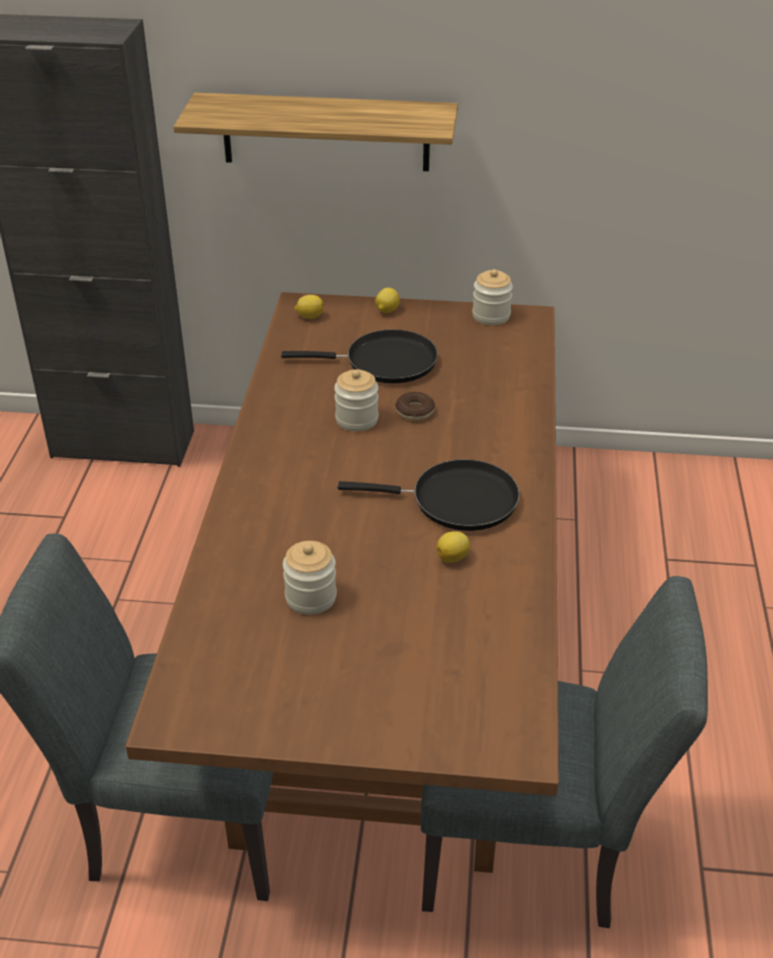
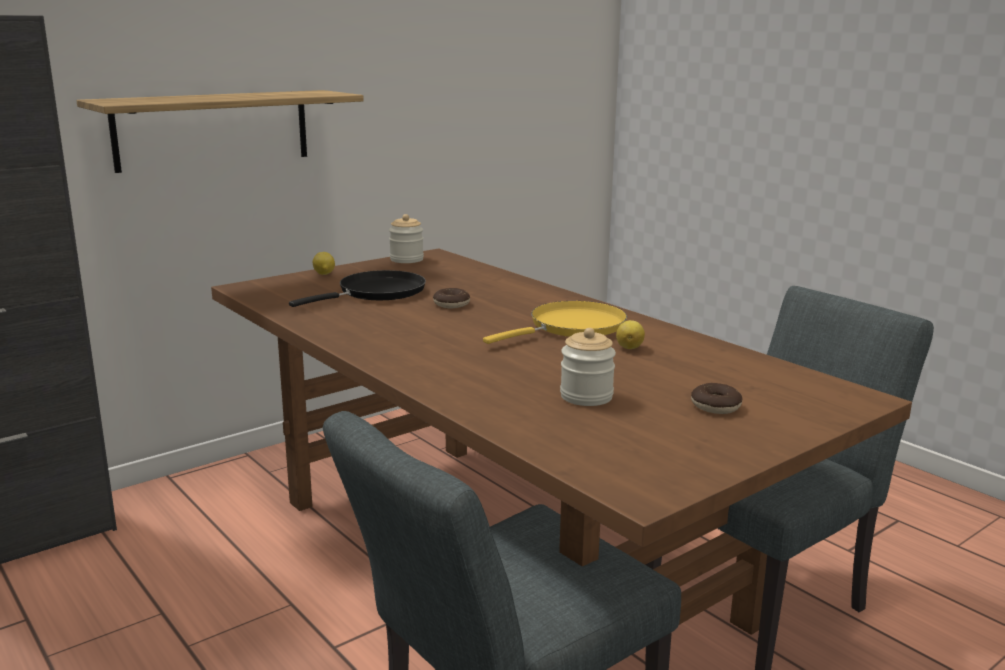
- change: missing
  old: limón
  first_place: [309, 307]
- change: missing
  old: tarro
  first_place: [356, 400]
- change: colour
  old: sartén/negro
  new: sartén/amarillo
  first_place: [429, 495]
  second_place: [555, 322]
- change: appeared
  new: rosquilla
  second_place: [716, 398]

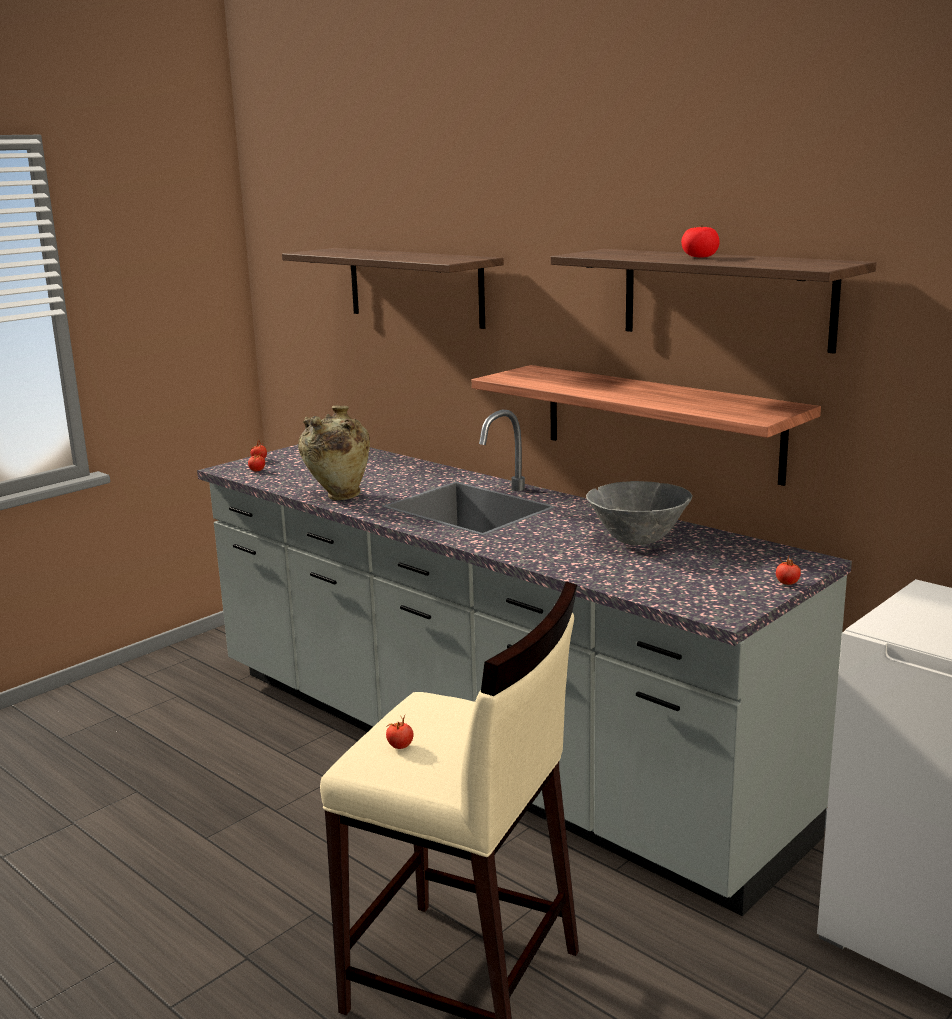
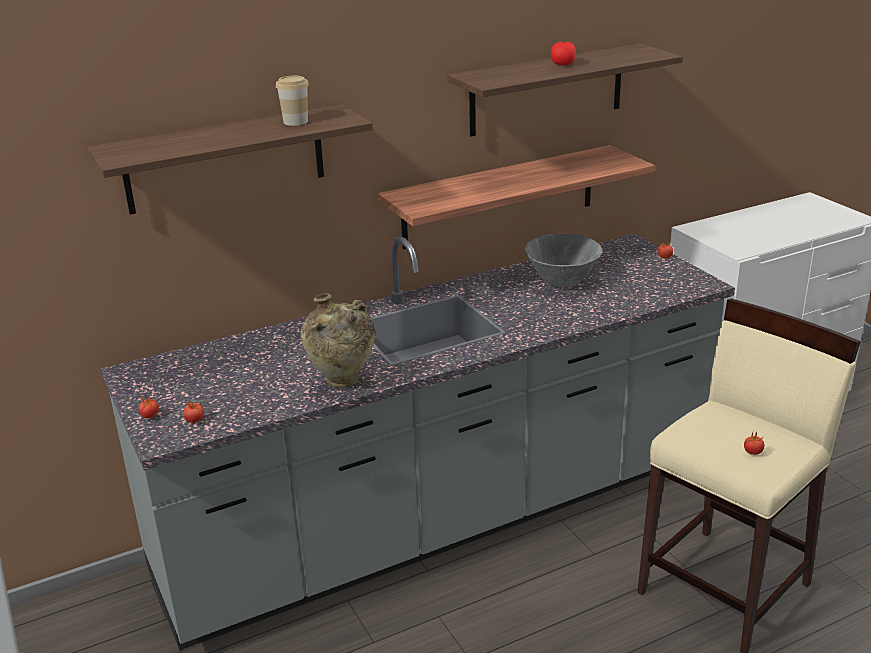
- change: appeared
  new: taza
  second_place: [292, 101]

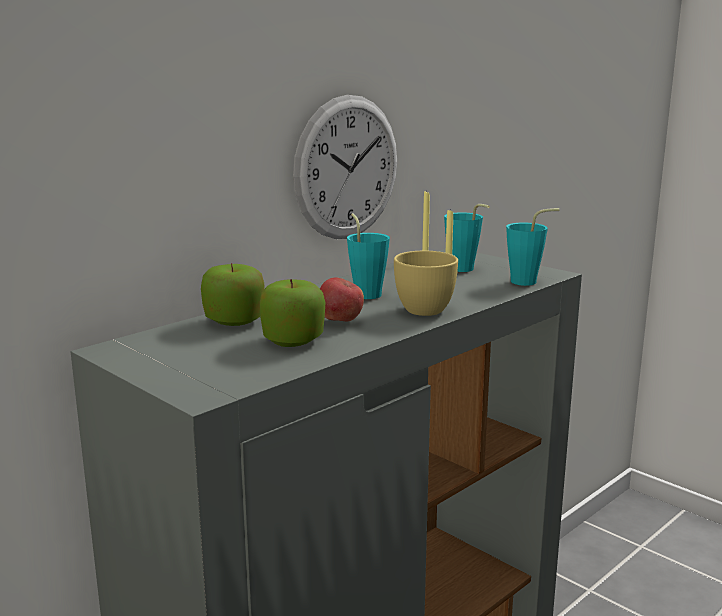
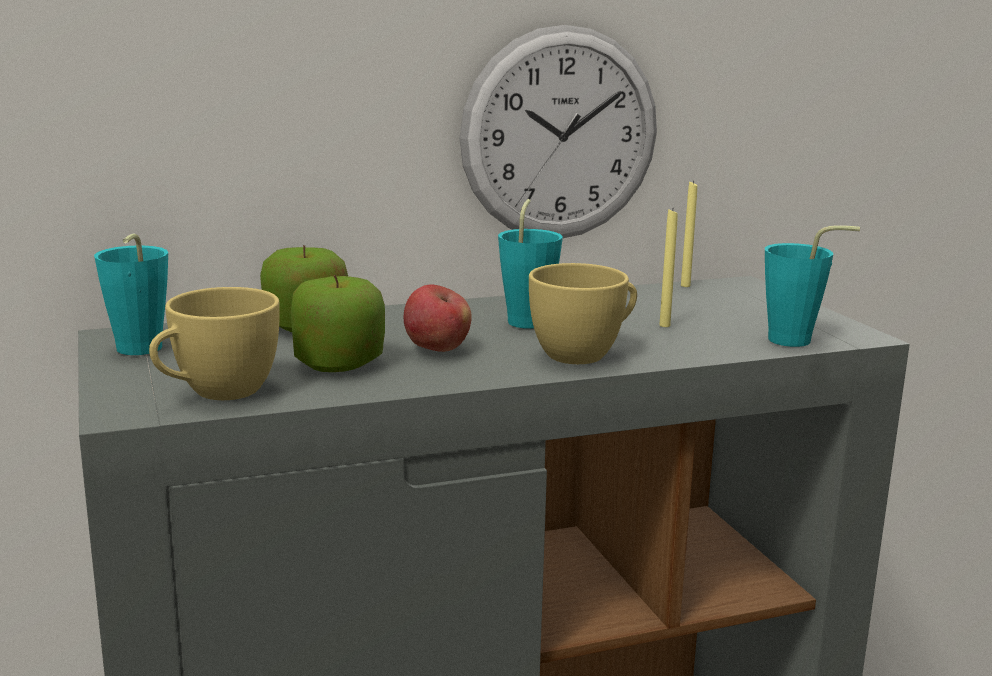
- change: relocated
  old: taza/turquesa
  first_place: [467, 238]
  second_place: [131, 294]
- change: appeared
  new: taza/amarillo
  second_place: [214, 343]

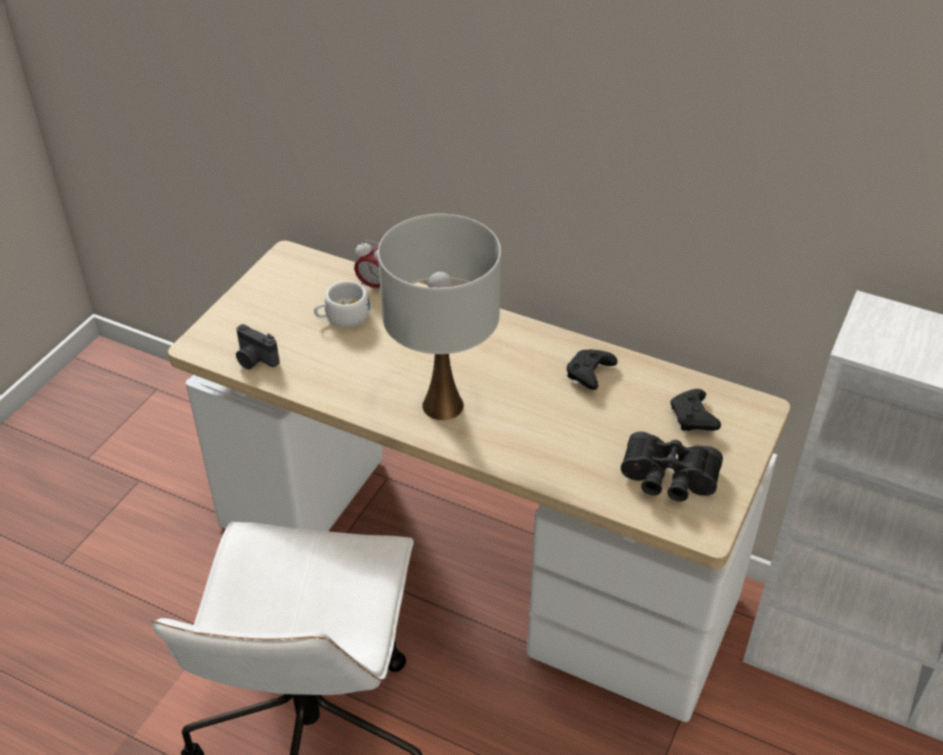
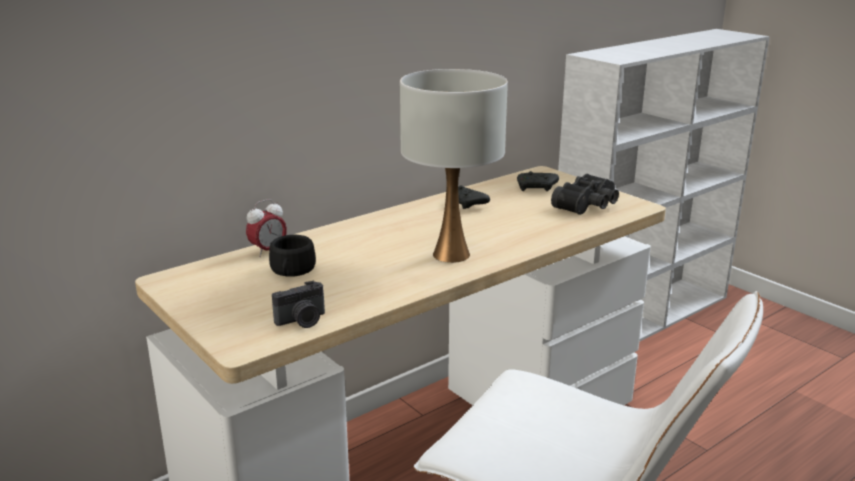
- change: colour
  old: taza/blanco
  new: taza/negro
  first_place: [342, 304]
  second_place: [292, 256]

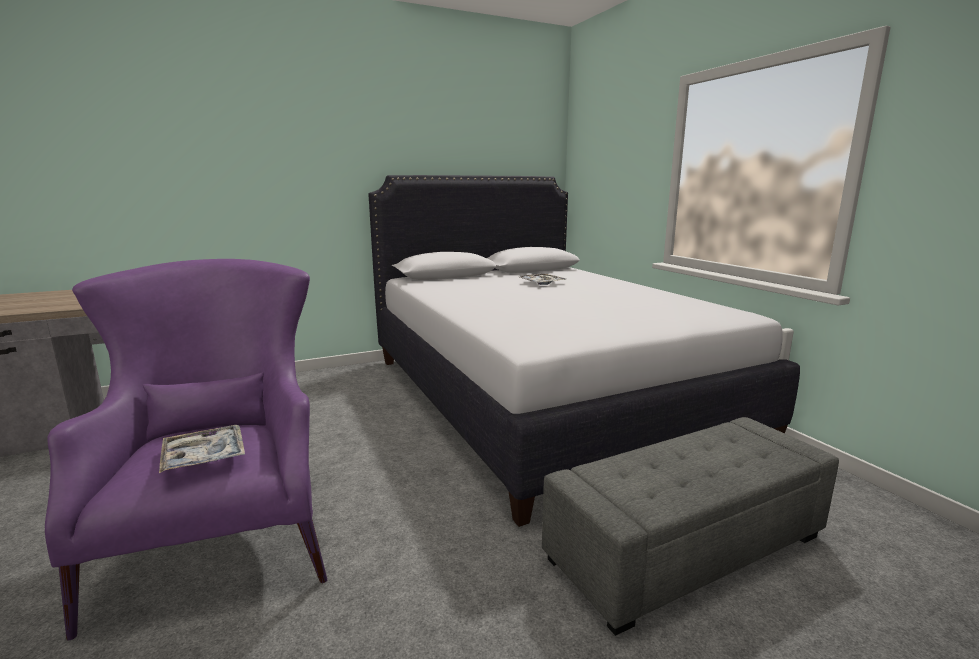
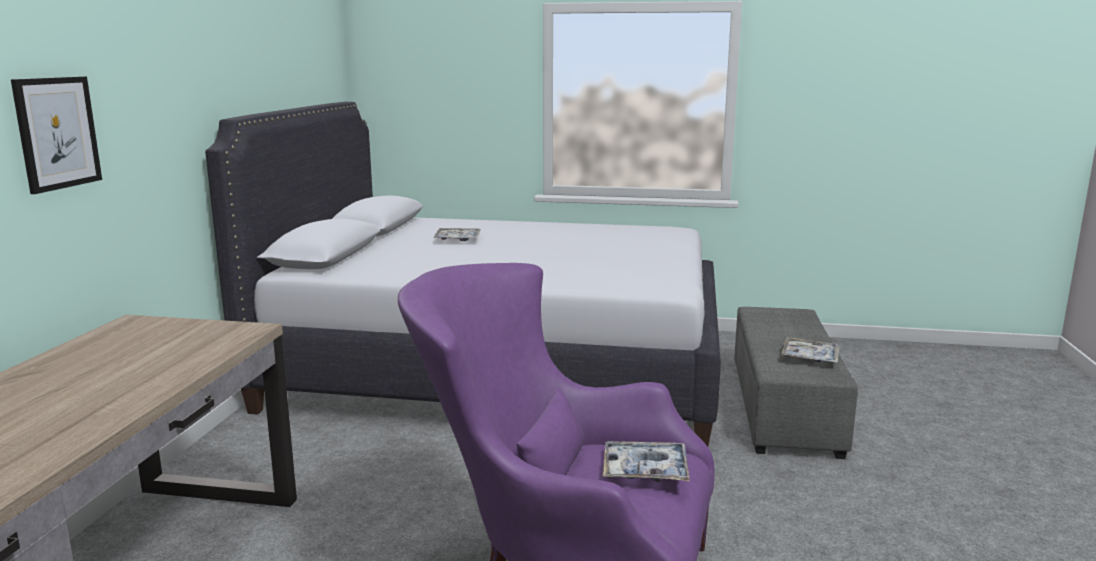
- change: appeared
  new: cuadro
  second_place: [56, 135]
- change: appeared
  new: bandeja
  second_place: [810, 350]

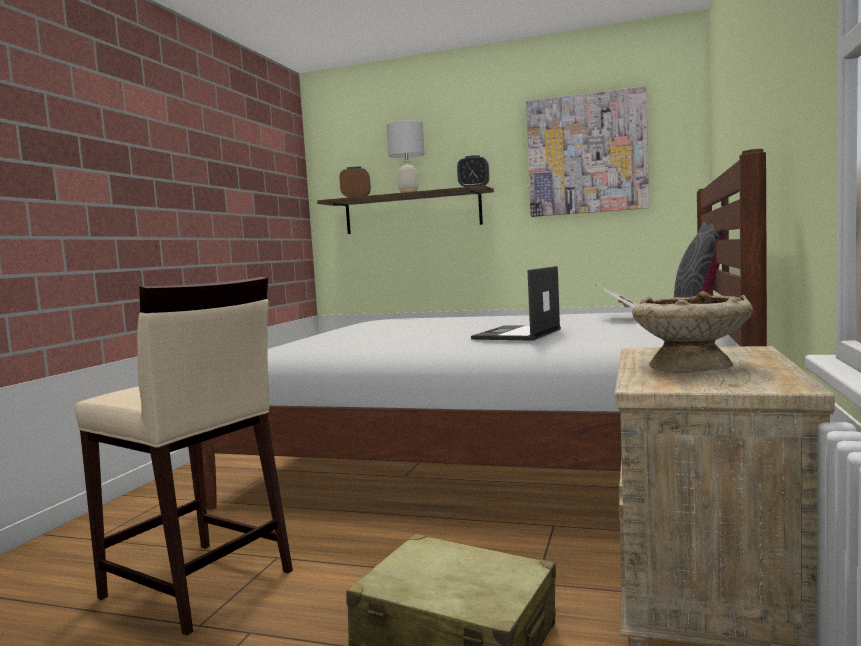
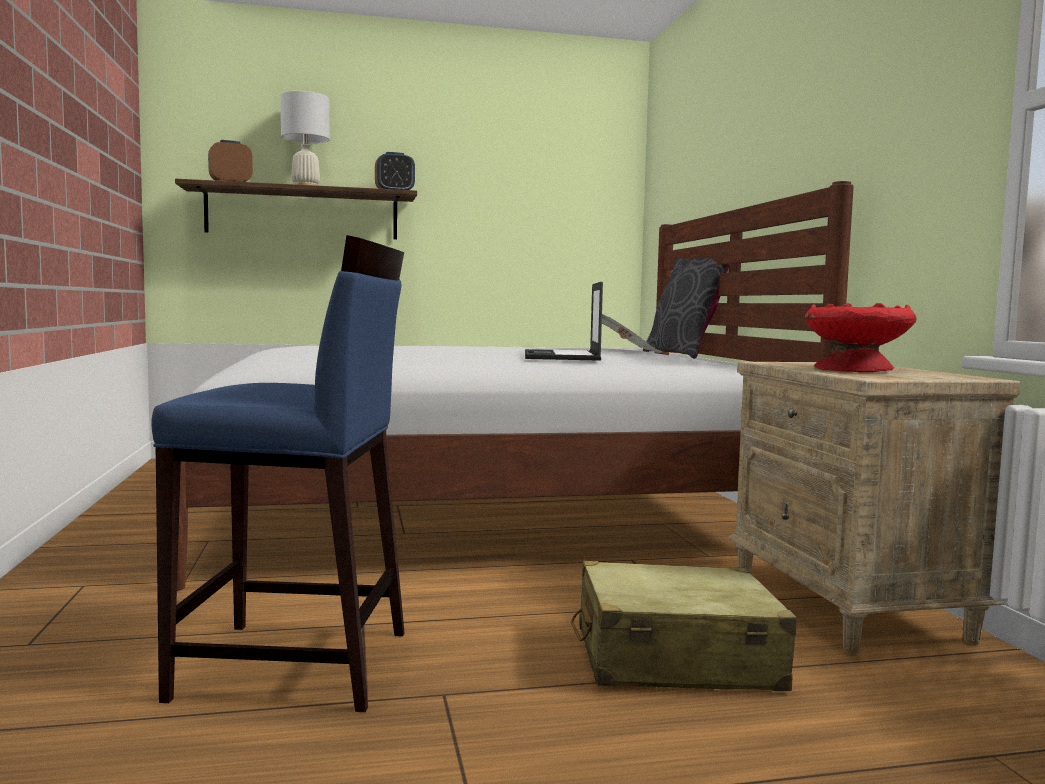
- change: missing
  old: cuadro
  first_place: [587, 151]
- change: colour
  old: taburete/beis
  new: taburete/azul
  first_place: [184, 456]
  second_place: [278, 473]
- change: colour
  old: cuenco/beis
  new: cuenco/rojo
  first_place: [692, 332]
  second_place: [861, 337]

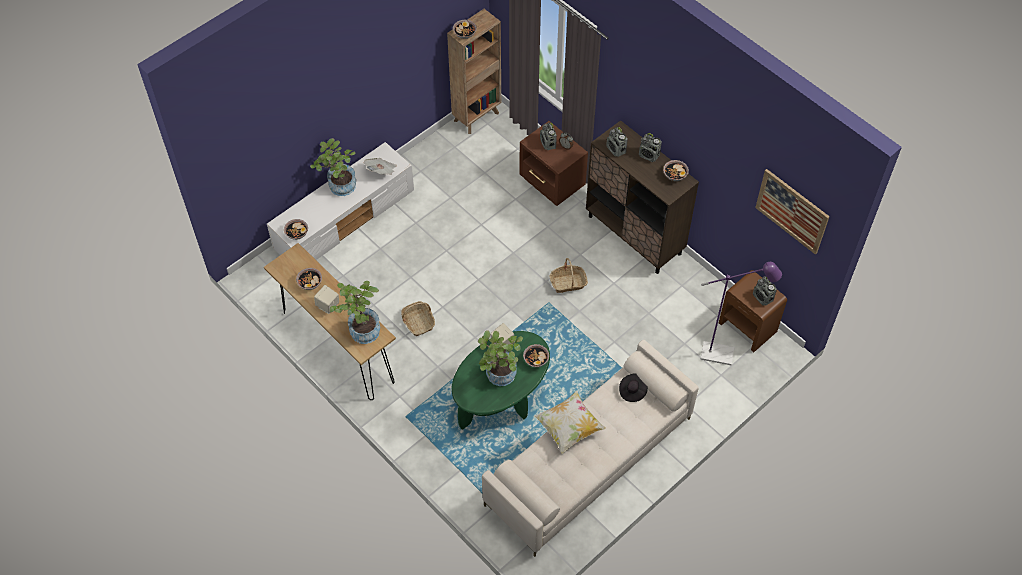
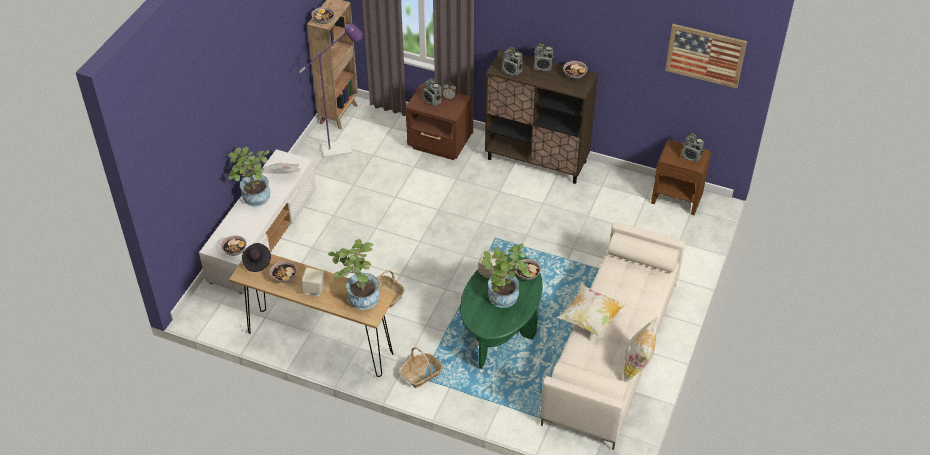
- change: relocated
  old: cesta
  first_place: [569, 275]
  second_place: [421, 367]
- change: relocated
  old: lámpara de pie/morado
  first_place: [741, 313]
  second_place: [331, 91]
- change: relocated
  old: sombrero/negro
  first_place: [633, 387]
  second_place: [256, 257]
- change: appeared
  new: cojín
  second_place: [640, 349]

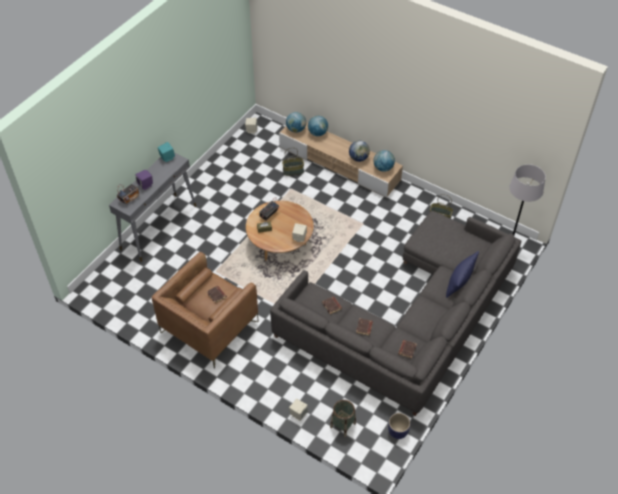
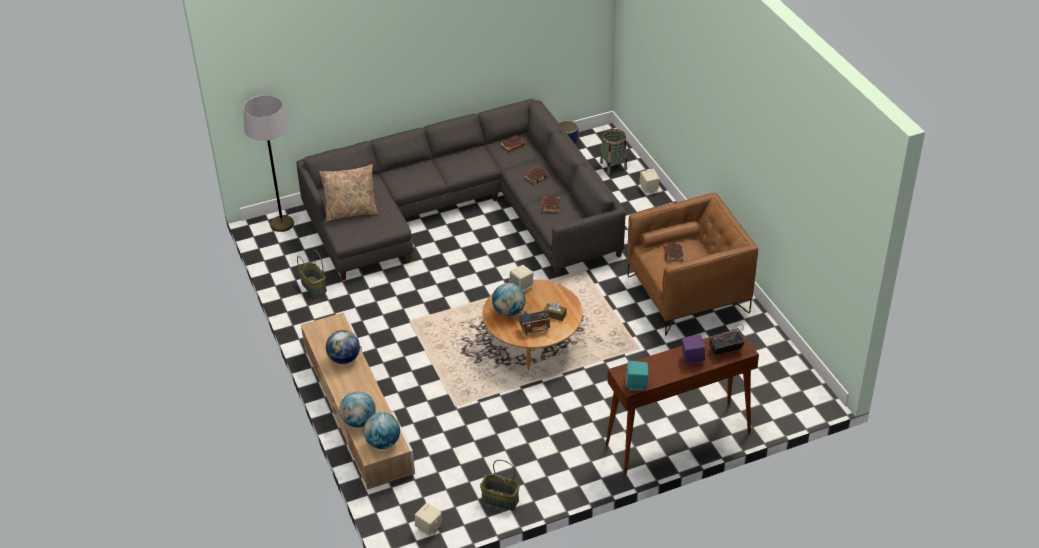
- change: relocated
  old: cesta
  first_place: [293, 162]
  second_place: [500, 485]
- change: relocated
  old: globo terráqueo
  first_place: [384, 161]
  second_place: [508, 299]
- change: colour
  old: mesa consola/gris
  new: mesa consola/marrón
  first_place: [152, 207]
  second_place: [682, 401]
- change: missing
  old: cojín/azul
  first_place: [462, 274]
- change: appeared
  new: cojín/beis
  second_place: [349, 193]

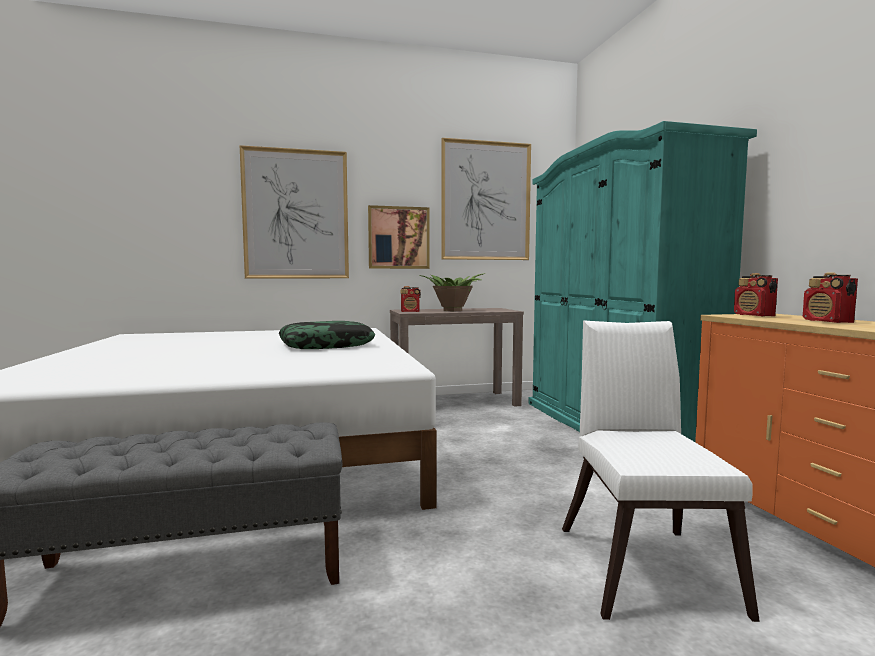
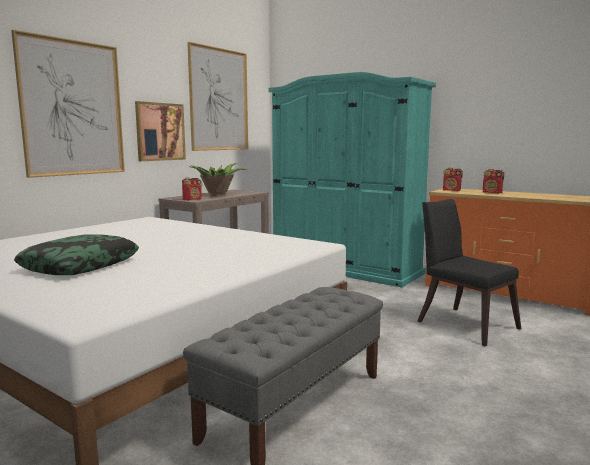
- change: colour
  old: silla/blanco
  new: silla/negro
  first_place: [661, 471]
  second_place: [469, 272]
- change: relocated
  old: cojín
  first_place: [327, 335]
  second_place: [76, 254]

